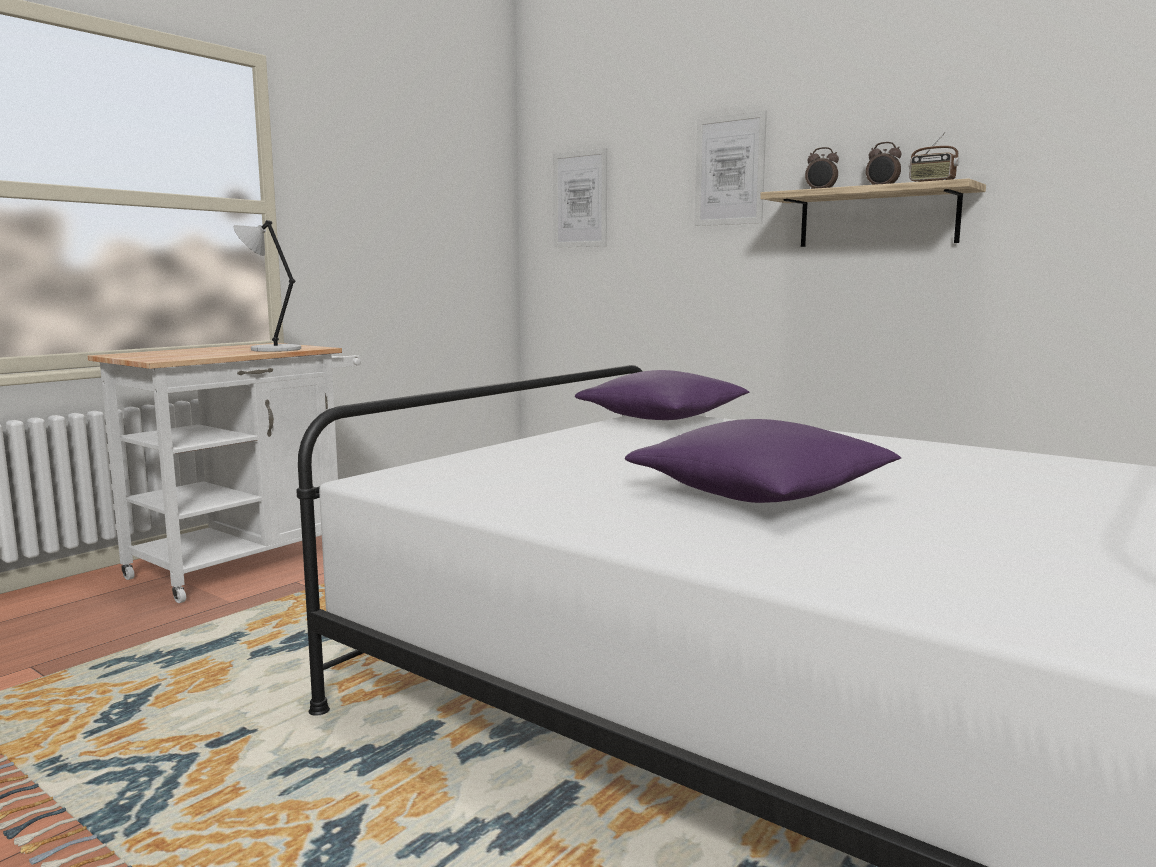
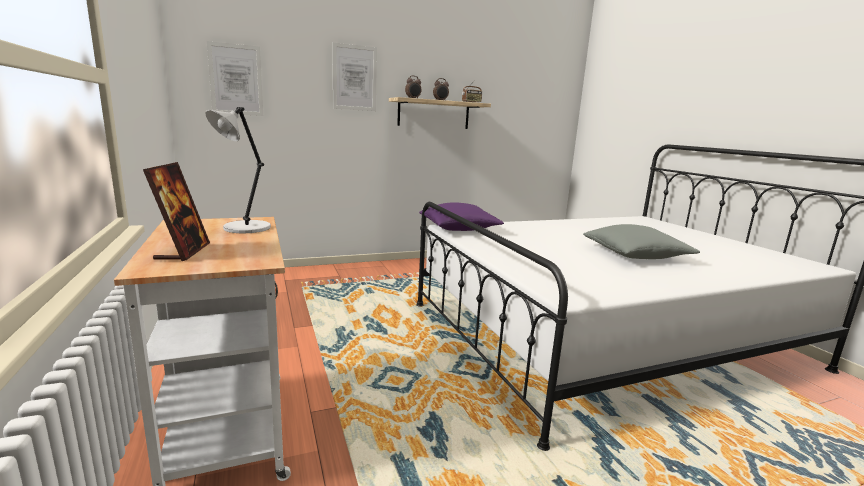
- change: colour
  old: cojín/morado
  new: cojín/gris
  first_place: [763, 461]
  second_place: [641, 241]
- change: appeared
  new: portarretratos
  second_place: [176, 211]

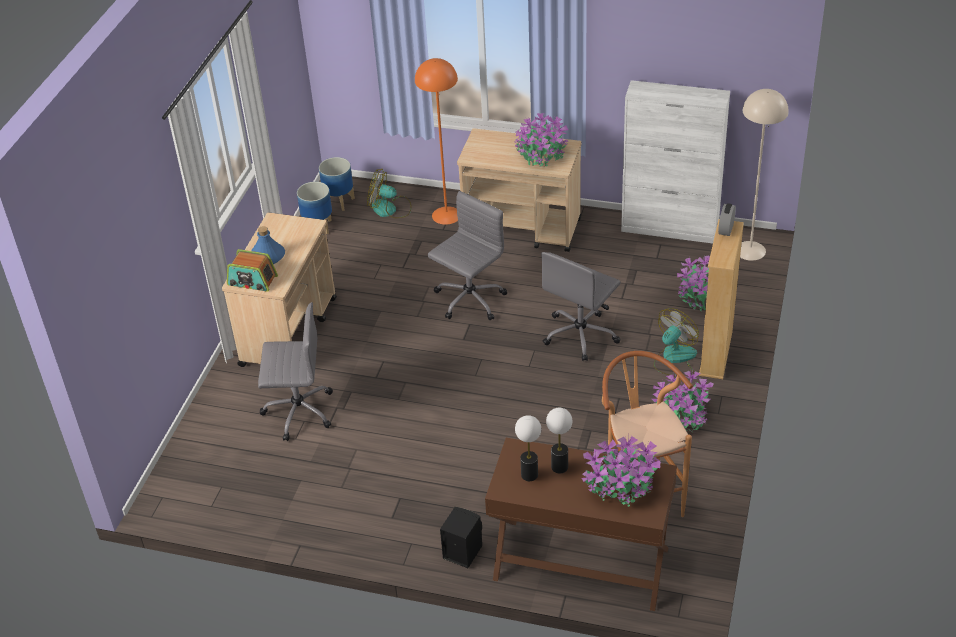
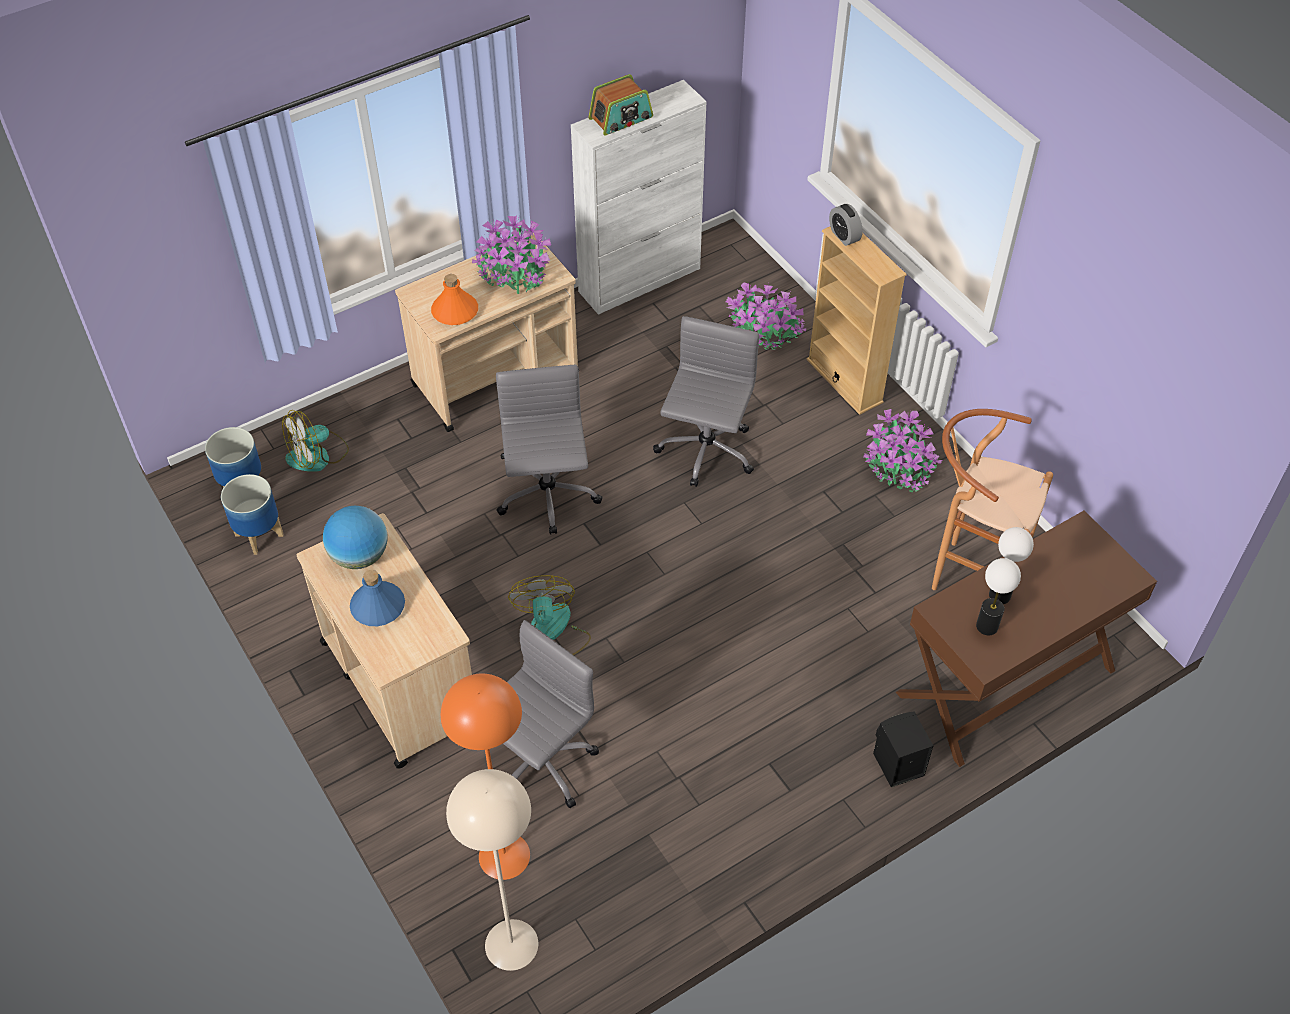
- change: relocated
  old: lámpara de pie/naranja
  first_place: [436, 141]
  second_place: [485, 777]
- change: relocated
  old: lámpara de pie/beis
  first_place: [764, 175]
  second_place: [492, 870]
- change: relocated
  old: radio
  first_place: [252, 270]
  second_place: [620, 104]
- change: spun
  old: silla de oficina/gris
  first_place: [581, 306]
  second_place: [706, 401]
  degrees: -150
- change: relocated
  old: ventilador
  first_place: [676, 342]
  second_place: [549, 615]
- change: missing
  old: planta en maceta
  first_place: [621, 470]
- change: appeared
  new: botella/naranja
  second_place: [454, 299]
- change: appeared
  new: globo terráqueo
  second_place: [355, 537]

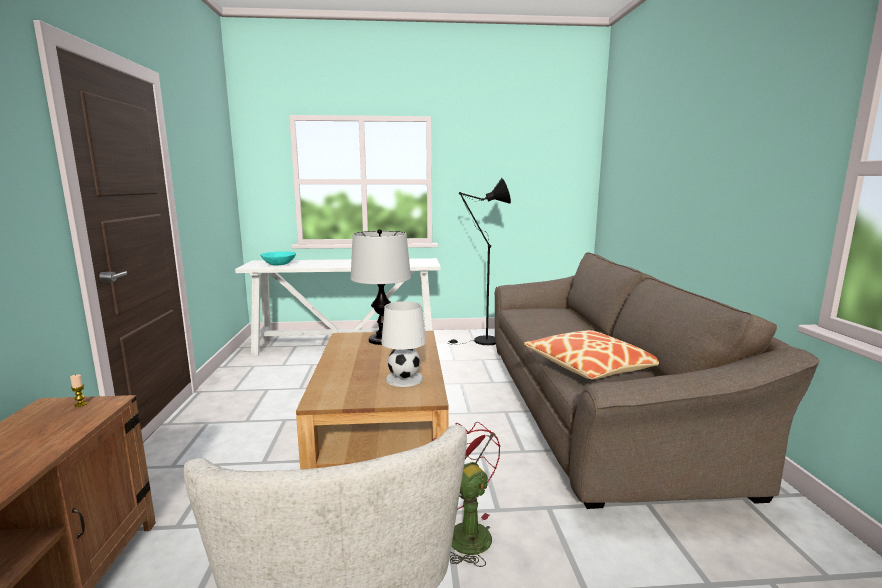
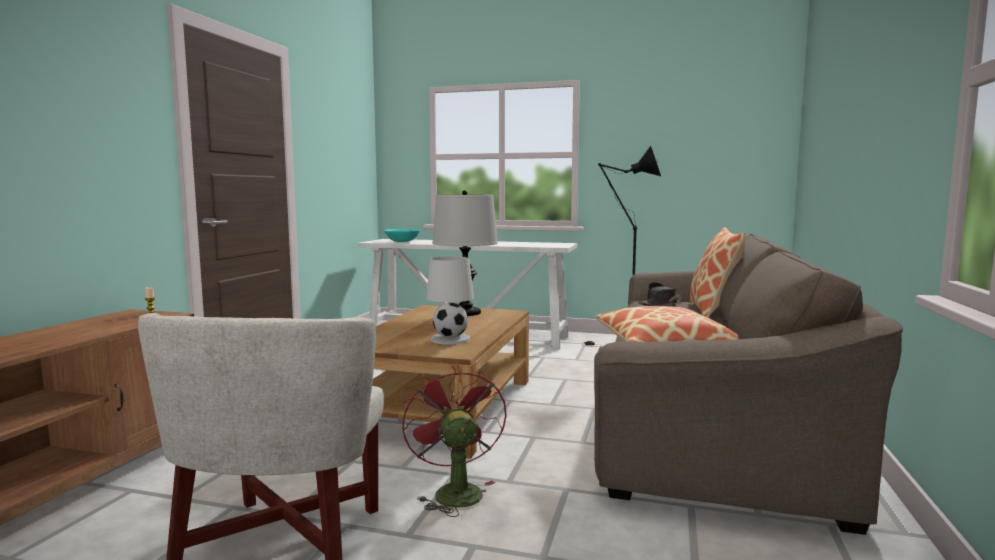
- change: appeared
  new: cojín
  second_place: [718, 272]
- change: appeared
  new: sombrero/negro
  second_place: [661, 294]

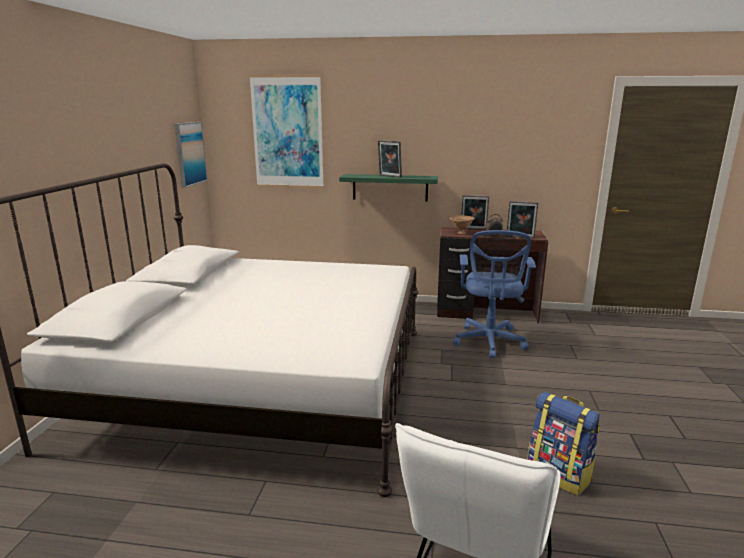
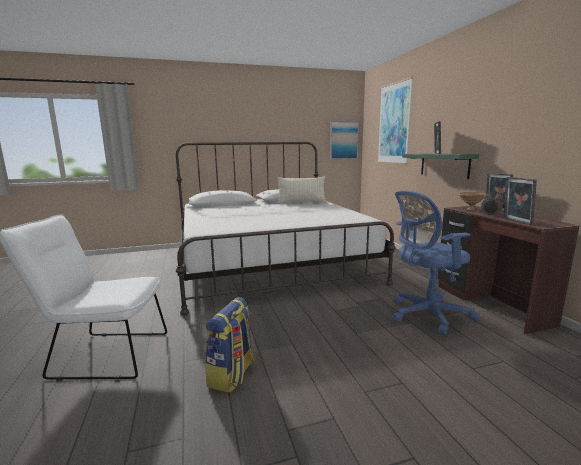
- change: appeared
  new: cojín/beis
  second_place: [302, 190]

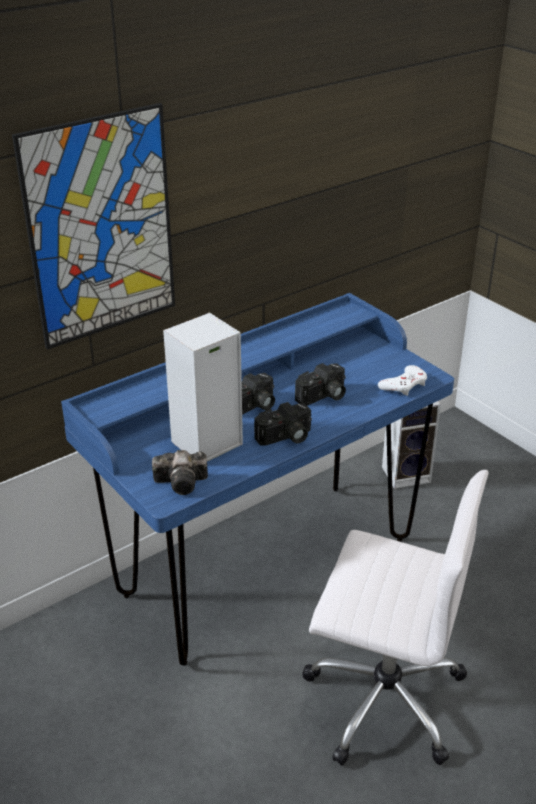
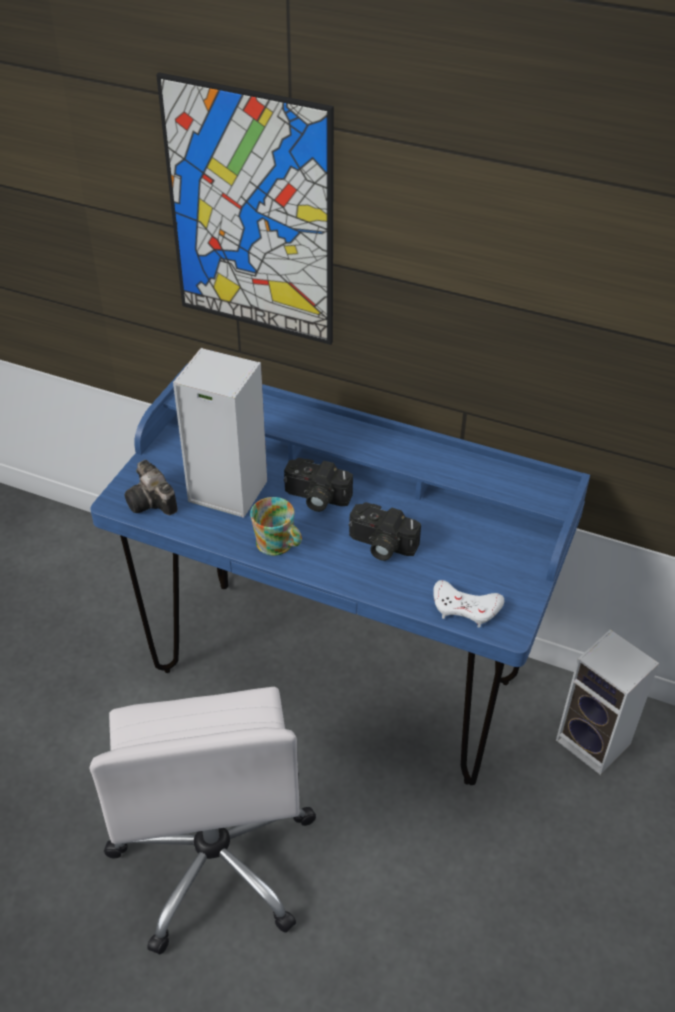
- change: exchanged
  old: cámara
  new: taza grande
  first_place: [283, 424]
  second_place: [276, 526]

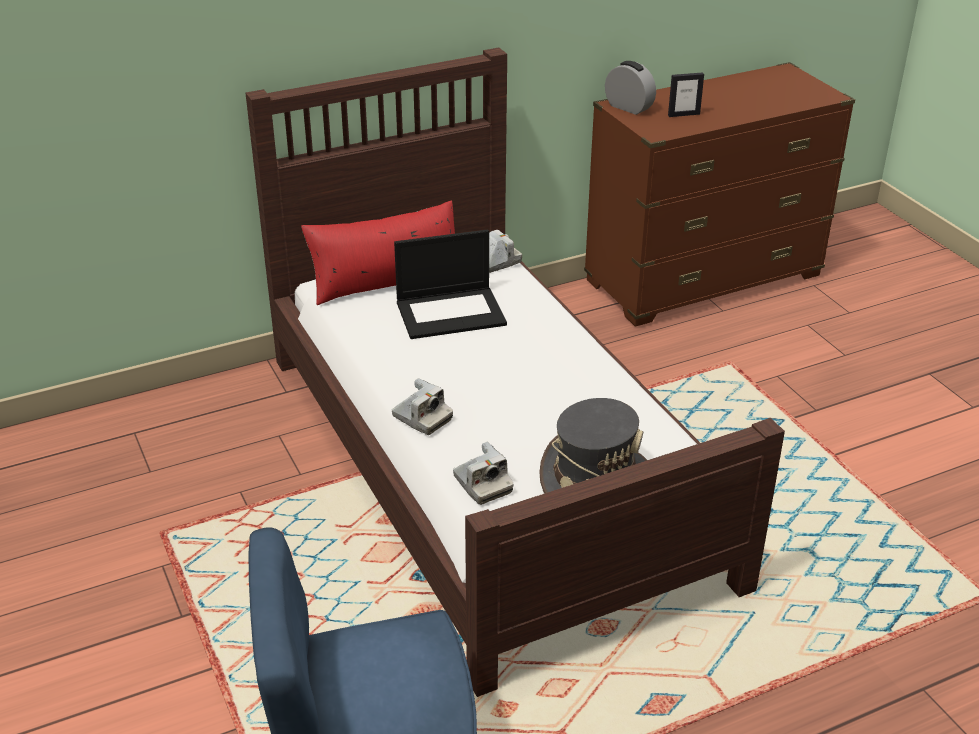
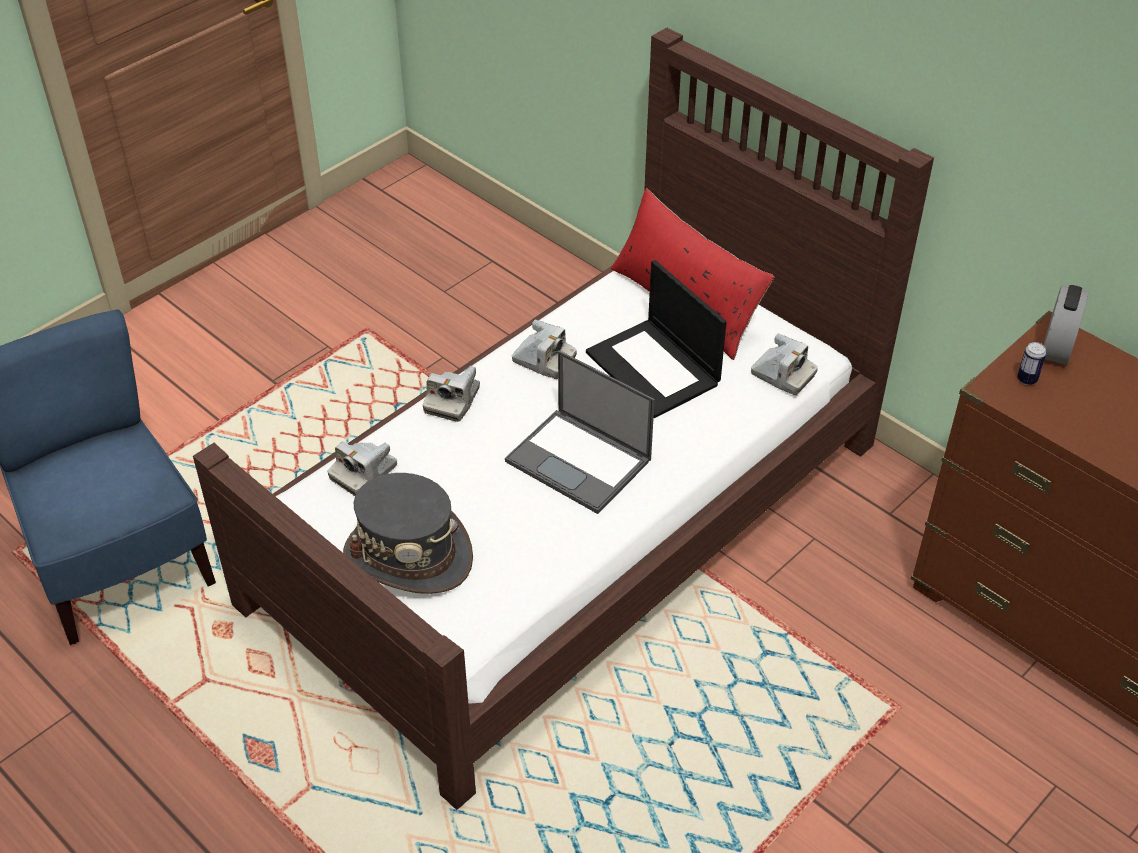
- change: missing
  old: portarretratos
  first_place: [686, 94]
- change: appeared
  new: cámara
  second_place: [544, 349]
- change: appeared
  new: lata
  second_place: [1031, 363]
- change: appeared
  new: portátil
  second_place: [580, 432]

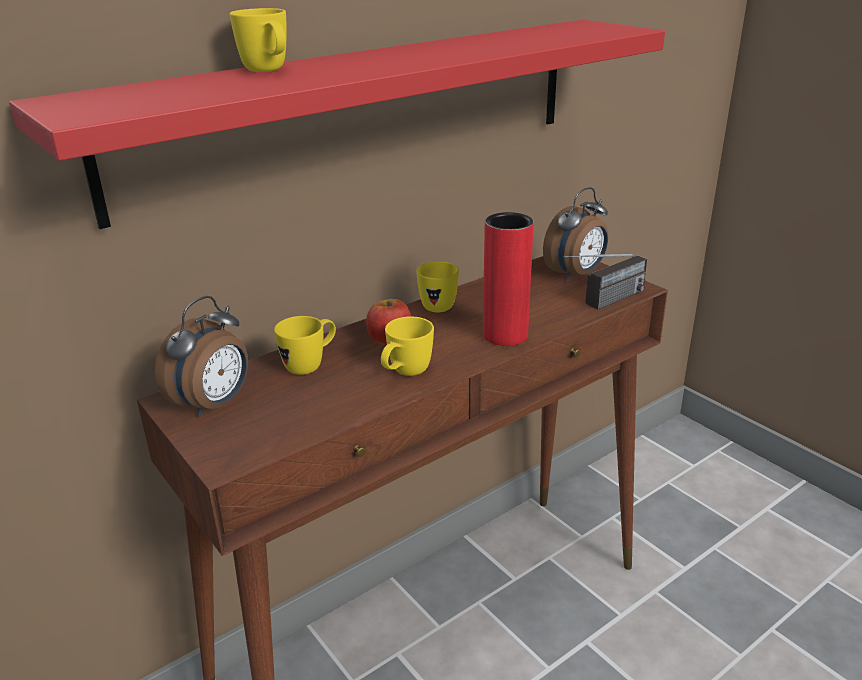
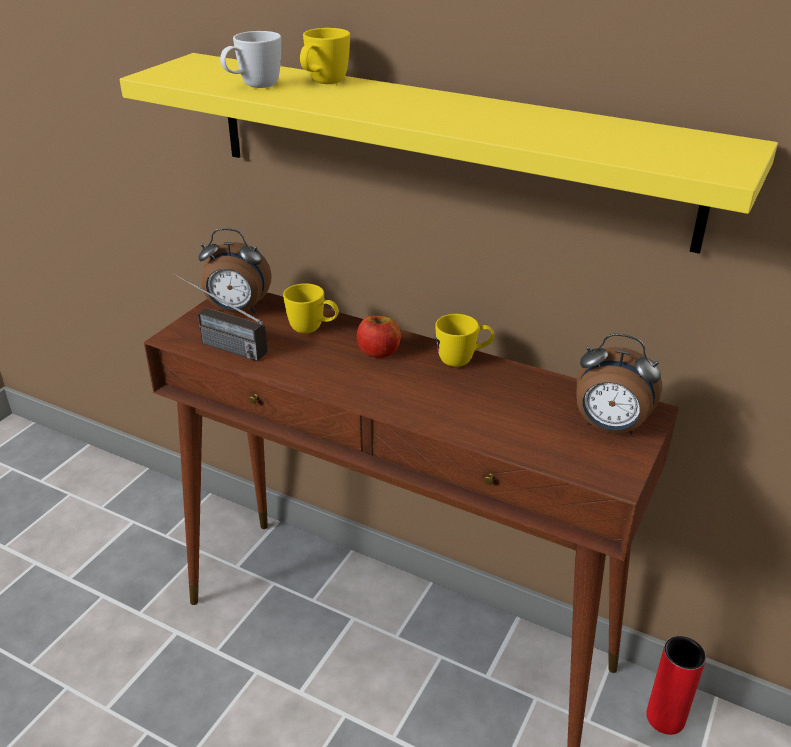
- change: colour
  old: estante/rojo
  new: estante/amarillo
  first_place: [337, 124]
  second_place: [449, 153]
- change: relocated
  old: florero/rojo
  first_place: [508, 279]
  second_place: [676, 685]
- change: relocated
  old: radio
  first_place: [605, 282]
  second_place: [221, 317]
- change: missing
  old: taza grande/amarillo
  first_place: [407, 346]
- change: appeared
  new: taza grande/blanco
  second_place: [250, 59]

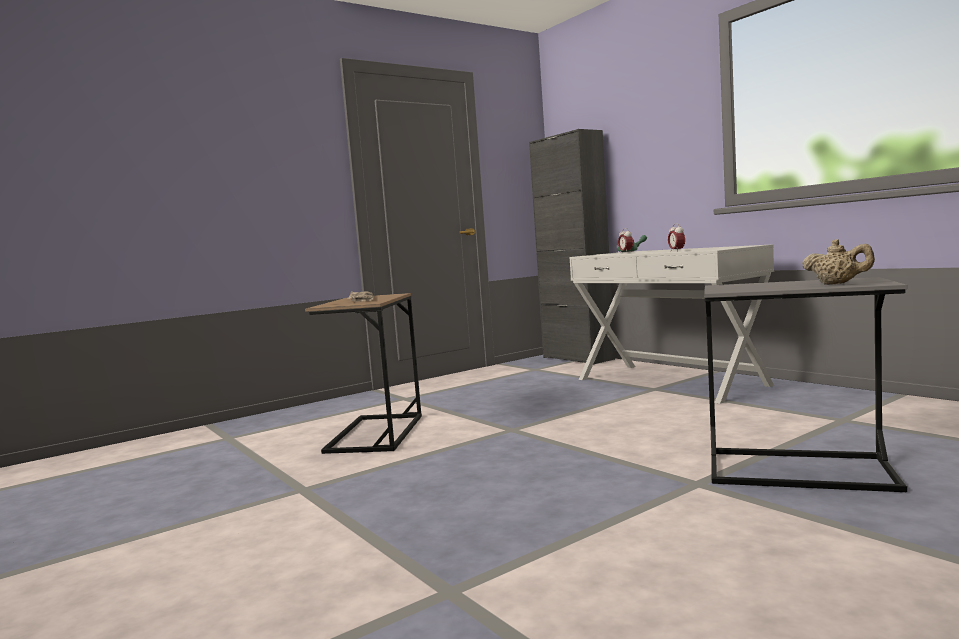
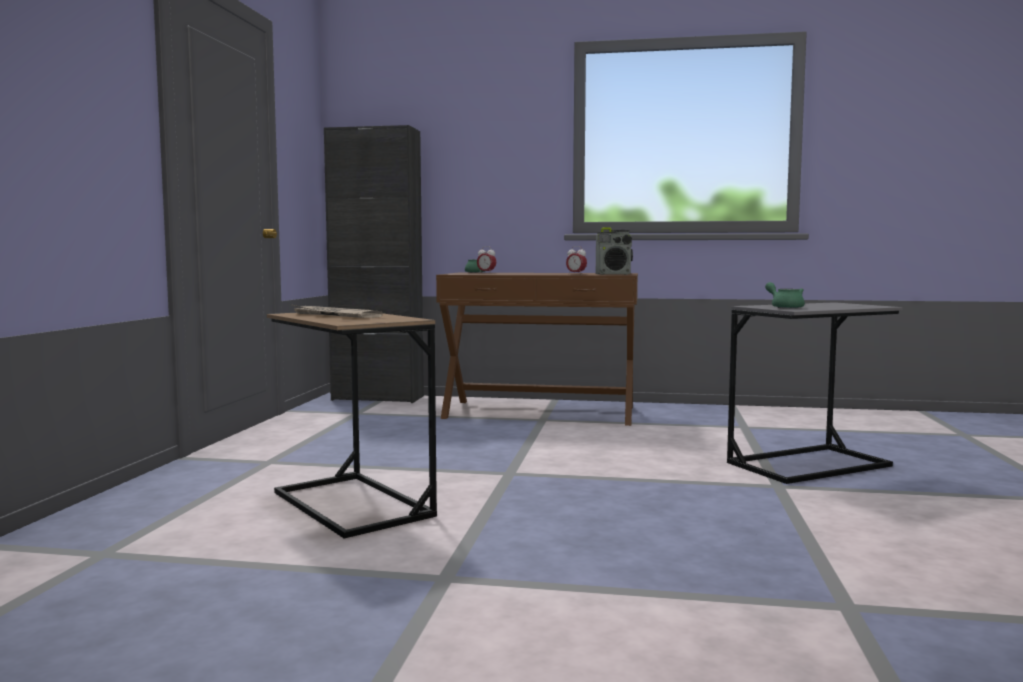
- change: missing
  old: tetera/beis
  first_place: [838, 262]
- change: colour
  old: mesa consola/blanco
  new: mesa consola/marrón
  first_place: [671, 324]
  second_place: [537, 349]
- change: appeared
  new: radio
  second_place: [614, 251]
- change: appeared
  new: tetera/verde
  second_place: [785, 295]

